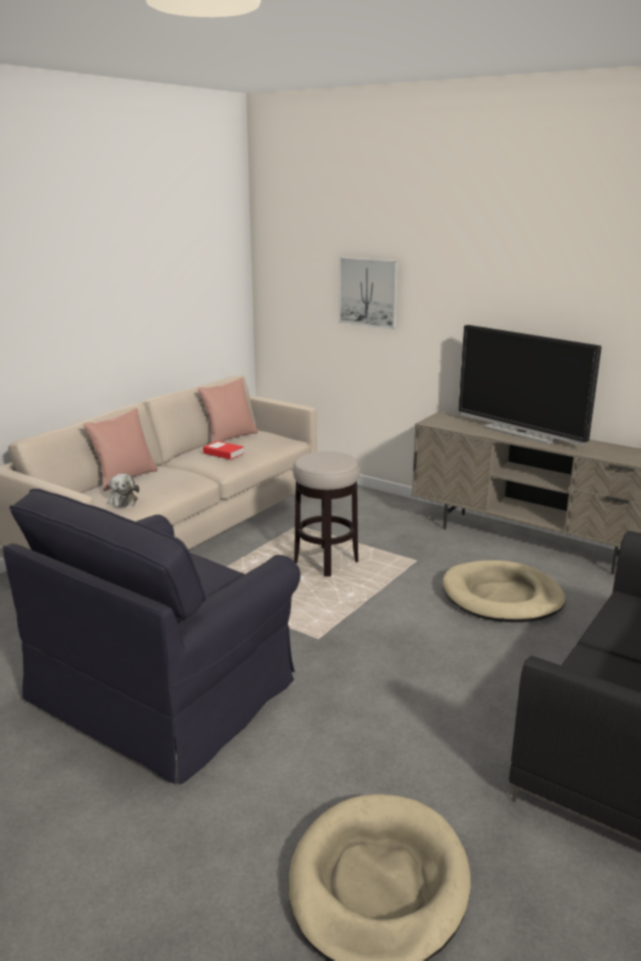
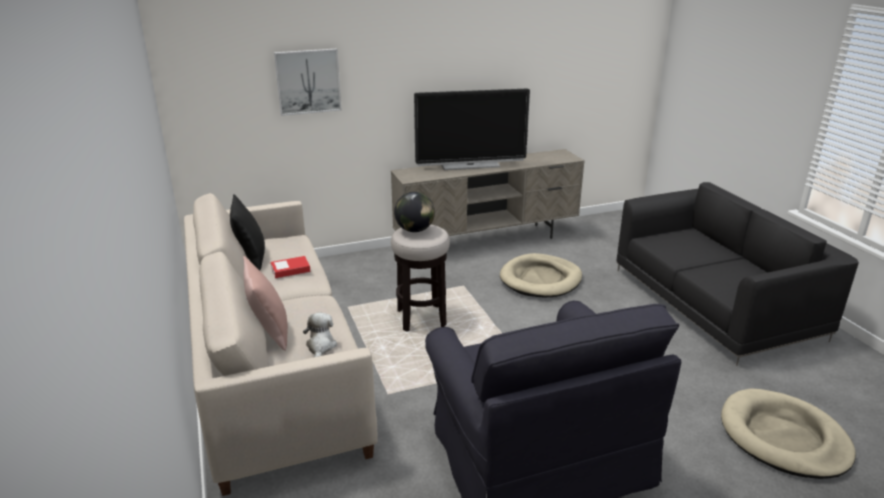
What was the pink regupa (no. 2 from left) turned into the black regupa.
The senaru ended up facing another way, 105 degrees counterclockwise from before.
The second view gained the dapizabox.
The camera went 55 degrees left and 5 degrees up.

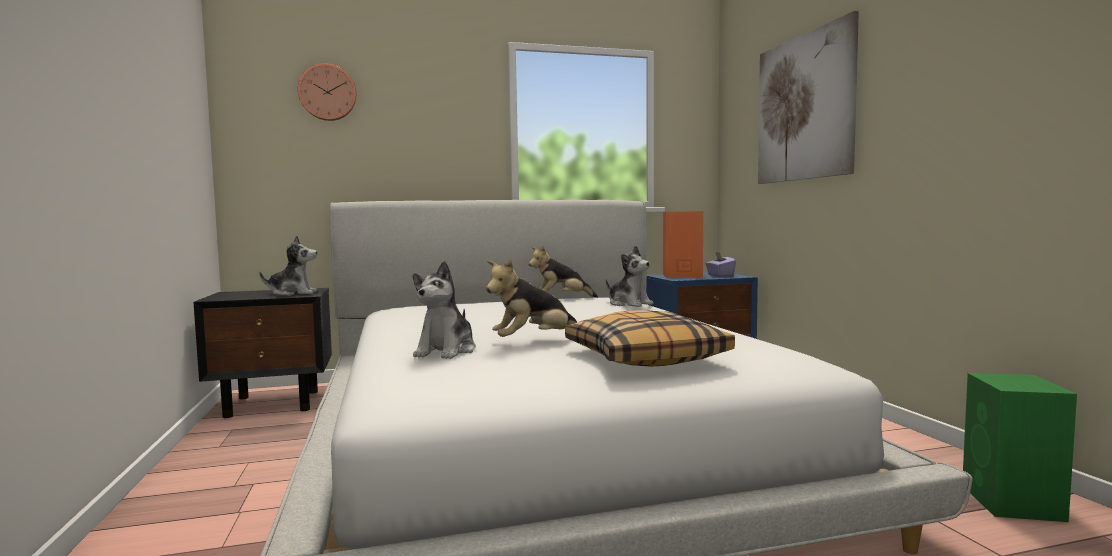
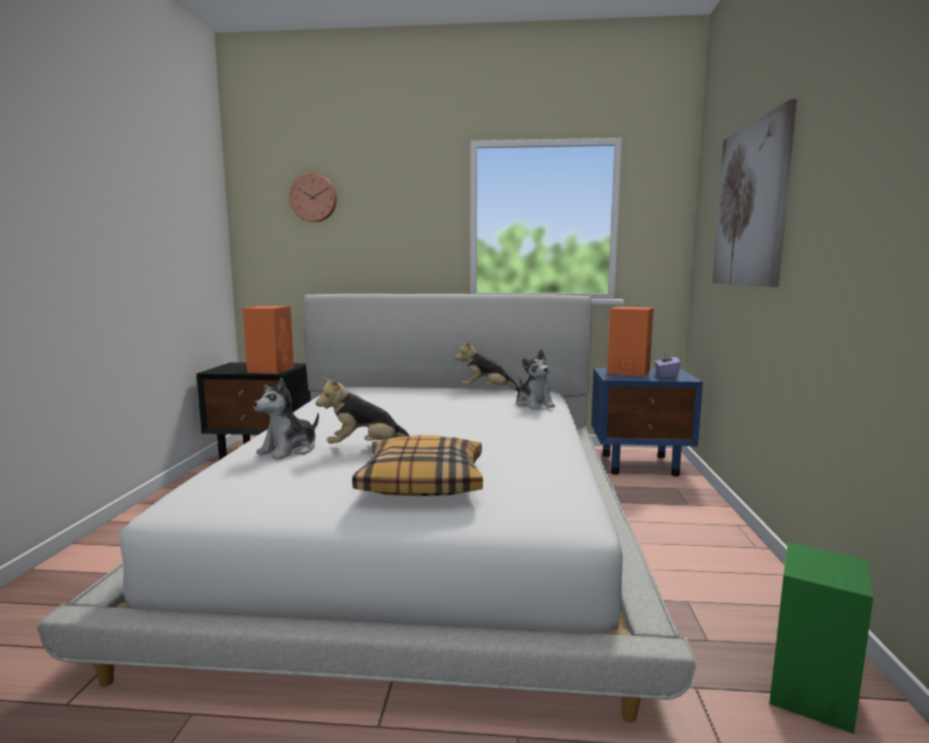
Where the senaru (no. 1 from left) stood, the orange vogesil (no. 1 from left) came to stand.
The camera went 20 degrees right and 5 degrees up.

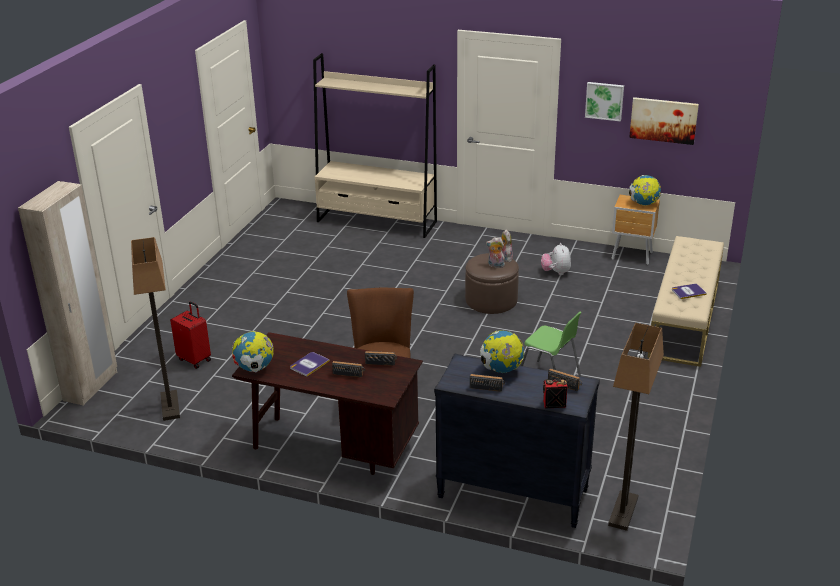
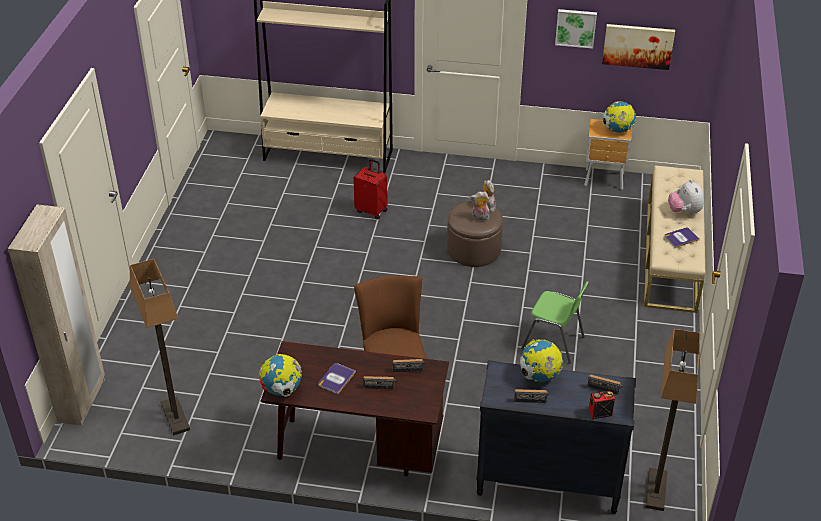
The senaru (no. 3 from left) ended up elsewhere.
The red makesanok ended up elsewhere.
The camera went 10 degrees left and 10 degrees up.

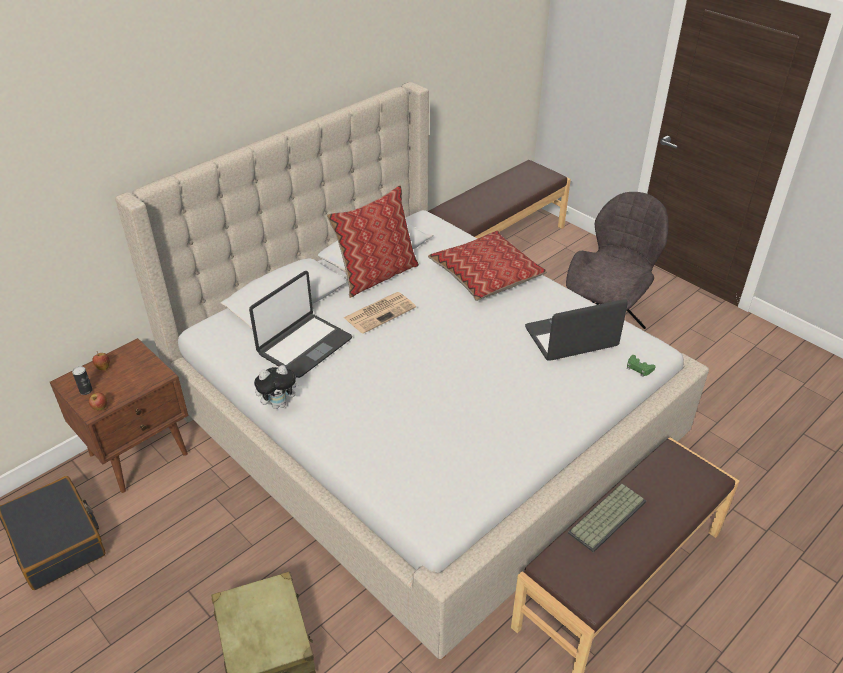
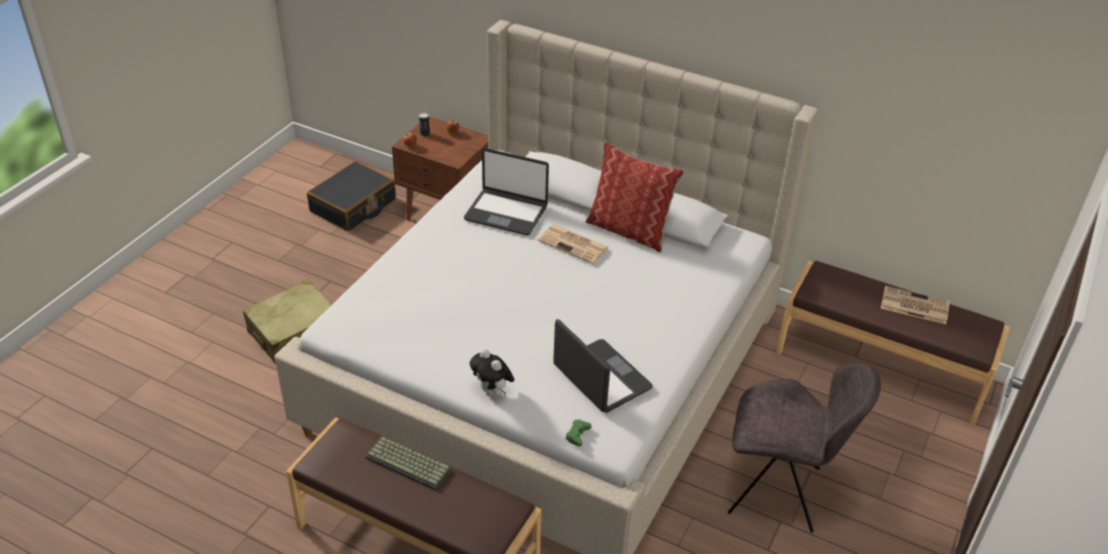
The second view lost the regupa (no. 2 from left).
The senaru ended up elsewhere.
The second view gained the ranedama (no. 2 from left).
The camera went 70 degrees right and 0 degrees up.

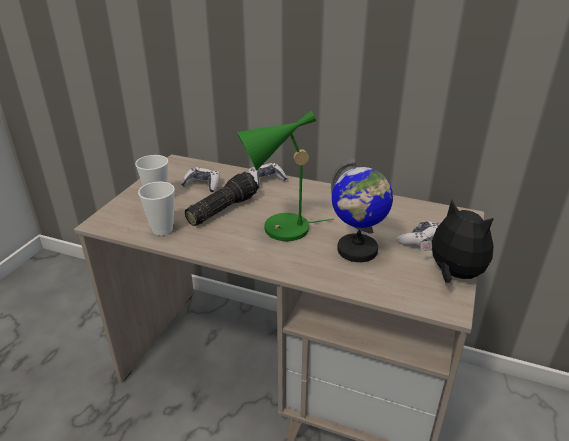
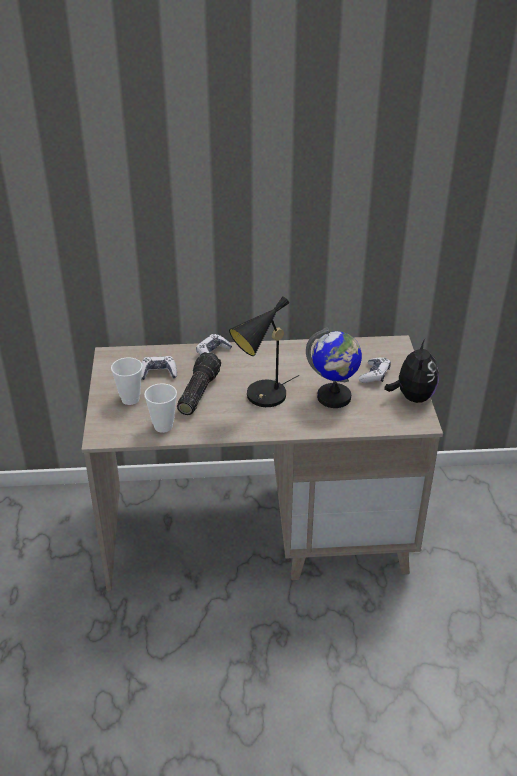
What was the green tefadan turned into the black tefadan.
The senaru ended up facing another way, 75 degrees clockwise from before.
The camera went 25 degrees left and 5 degrees up.

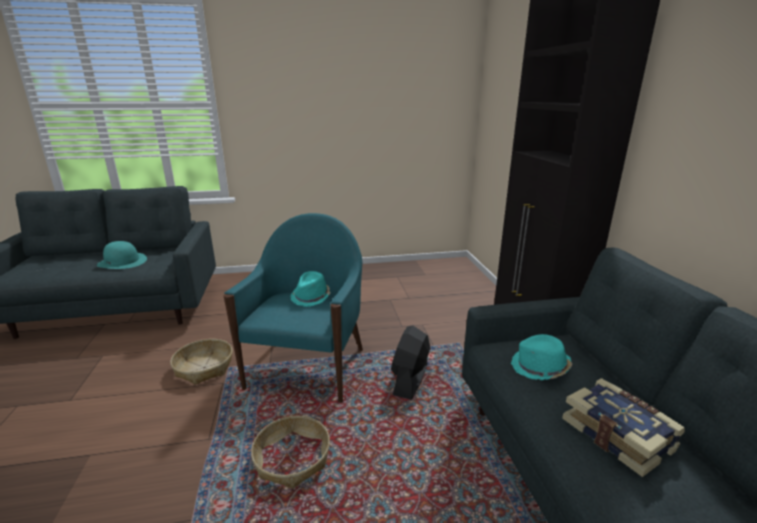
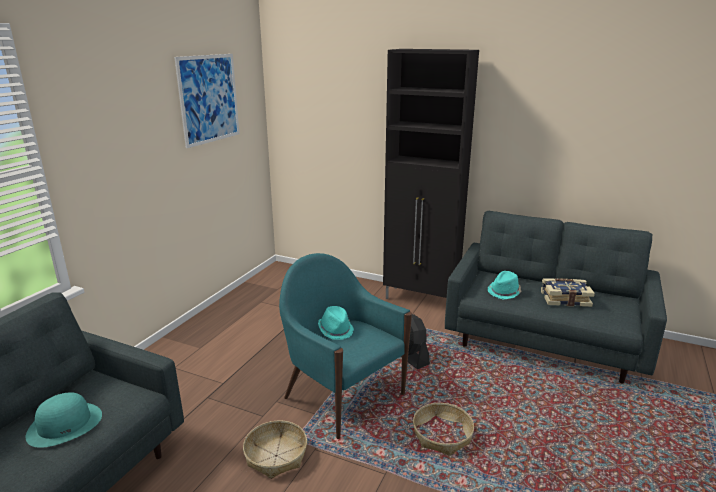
The second view gained the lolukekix.
The camera went 55 degrees left and 0 degrees up.

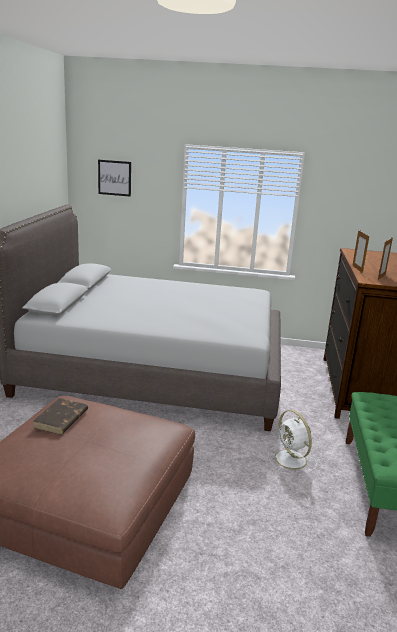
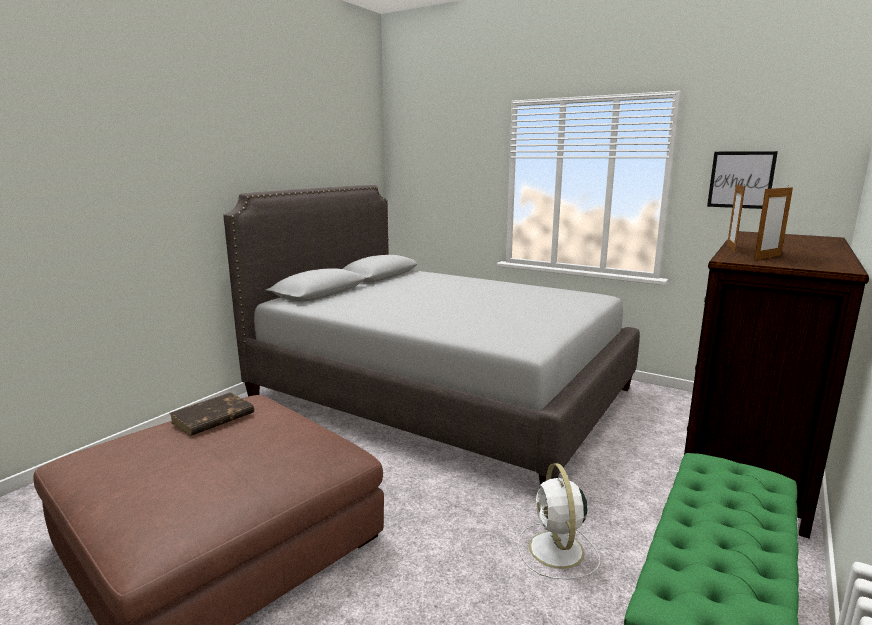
The lolukekix ended up elsewhere.
The camera went 25 degrees right and 5 degrees down.

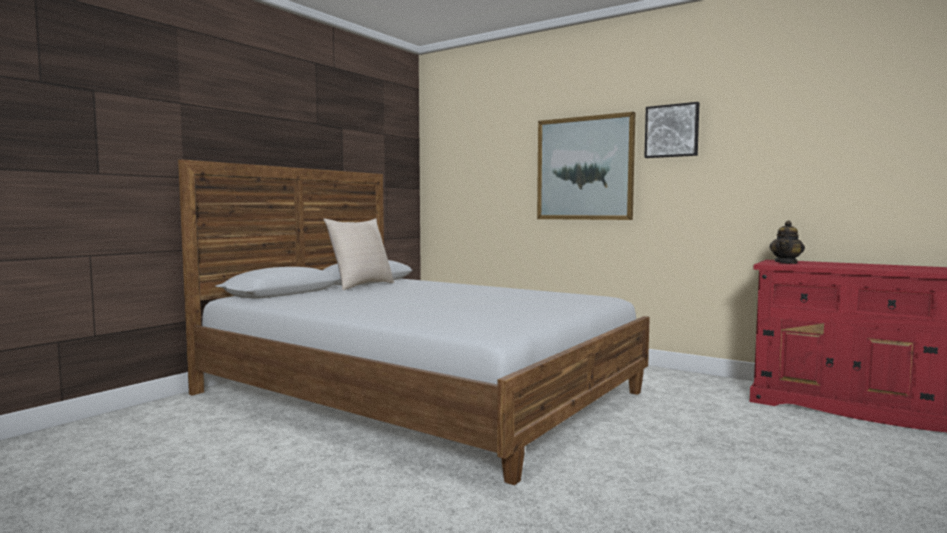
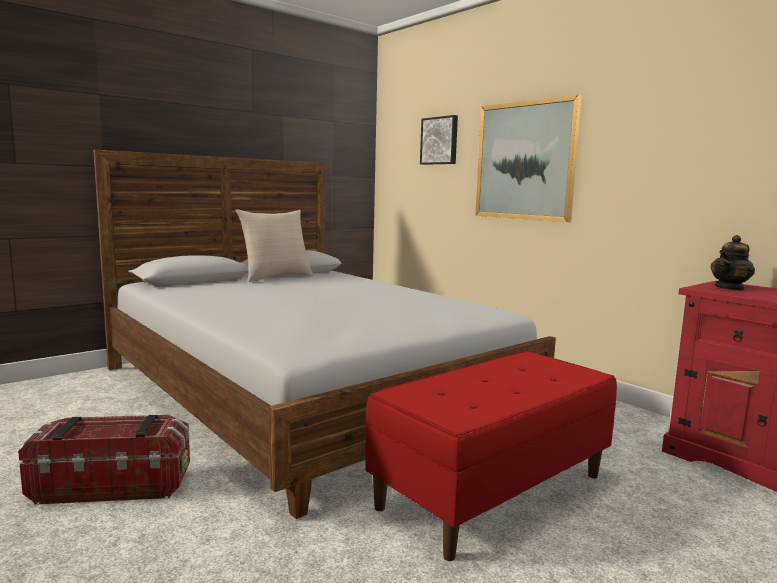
The lolukekix (no. 2 from left in the first image) ended up elsewhere.
The second view gained the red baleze.
The second view gained the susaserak.
The camera went 15 degrees right and 5 degrees up.

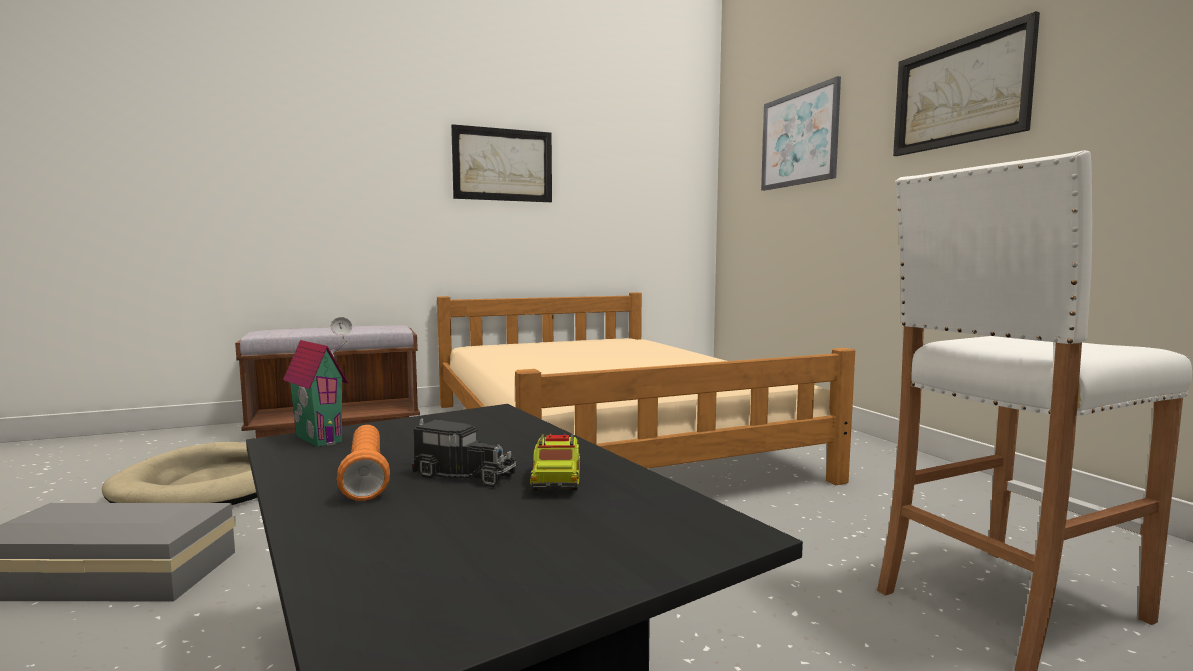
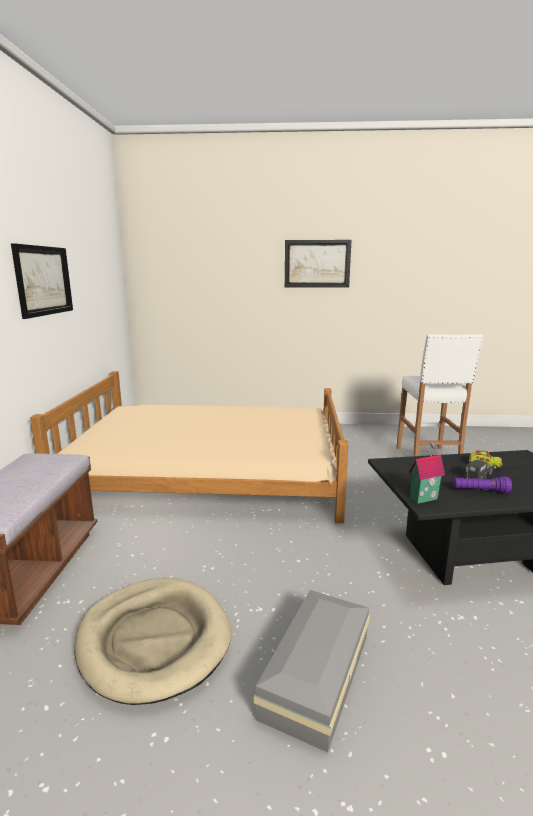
The second view lost the lolukekix (no. 2 from left).
What was the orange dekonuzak turned into the purple dekonuzak.
The camera went 65 degrees left and 10 degrees up.

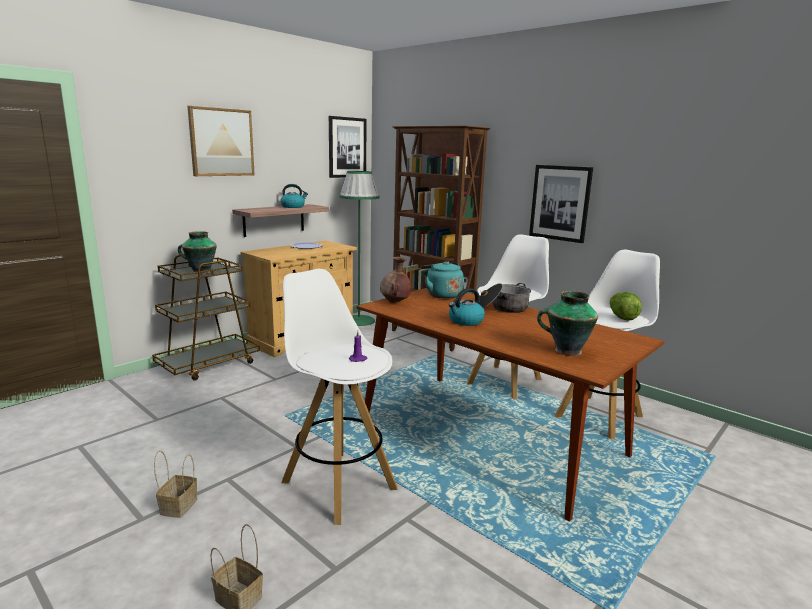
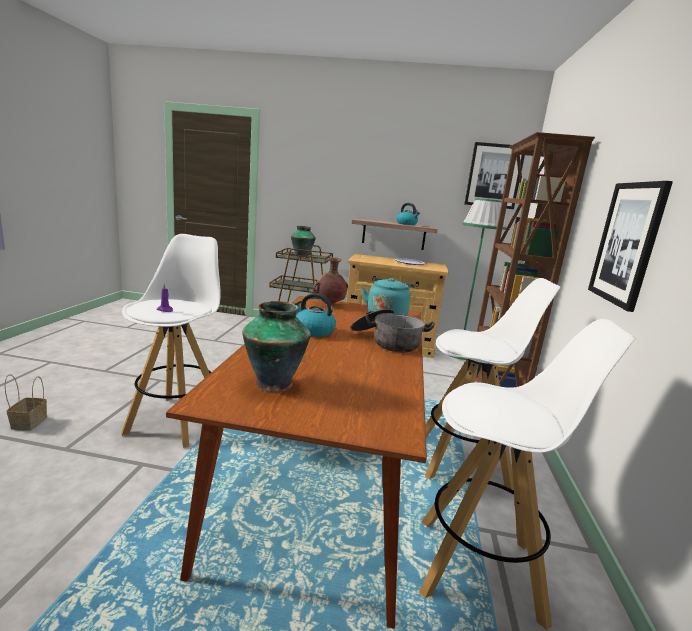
The second view lost the lolukekix (no. 1 from left).
The second view lost the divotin.
The second view lost the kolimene (no. 1 from left).
The camera went 55 degrees right and 0 degrees up.

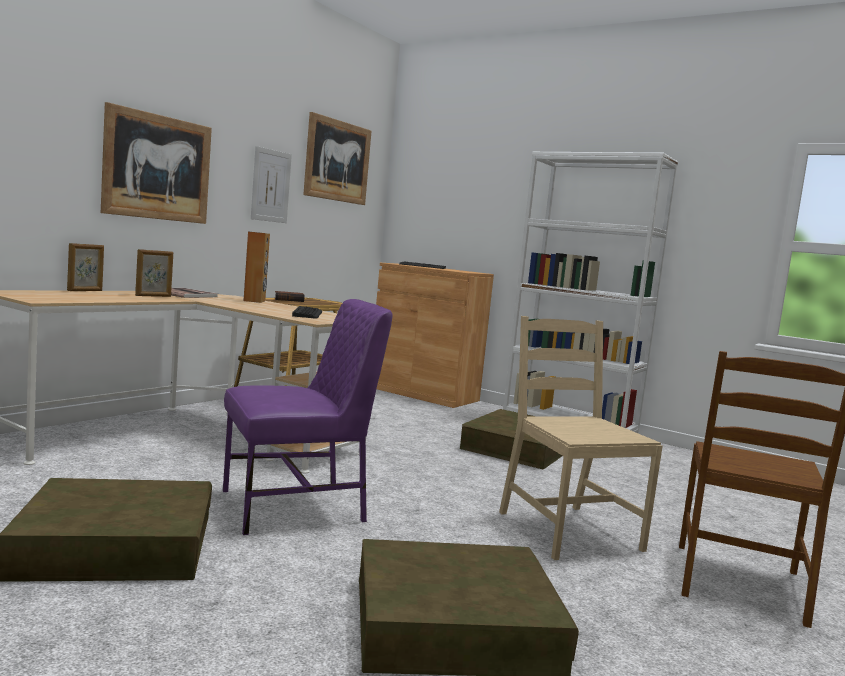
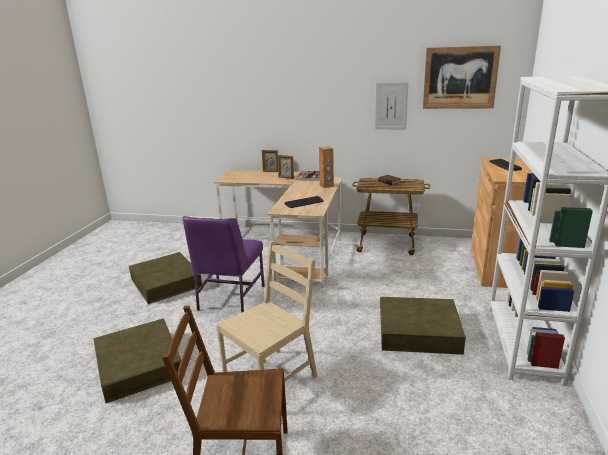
The second view lost the lolukekix (no. 1 from left).
The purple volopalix ended up facing another way, 60 degrees clockwise from before.
The camera went 70 degrees right and 15 degrees up.

